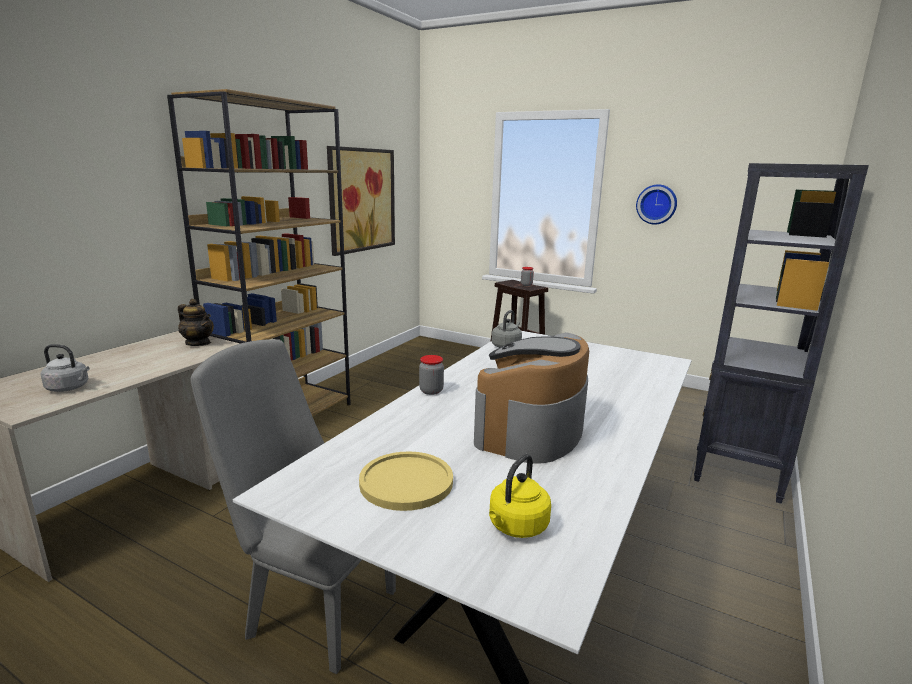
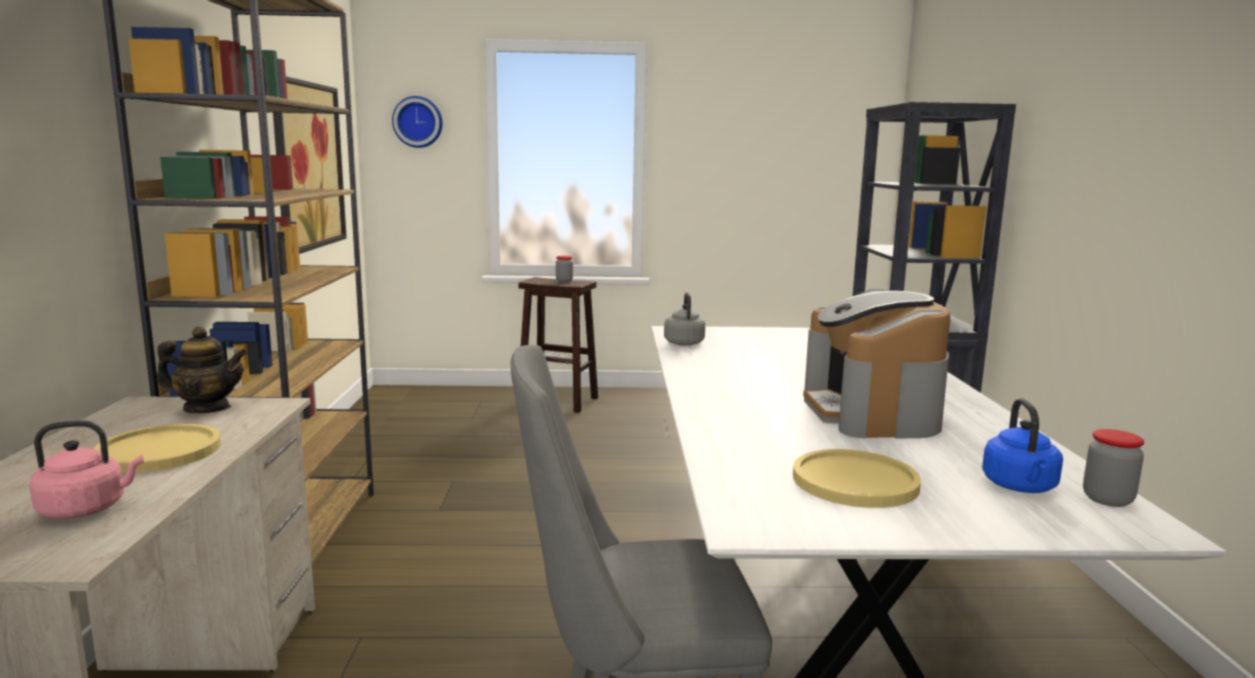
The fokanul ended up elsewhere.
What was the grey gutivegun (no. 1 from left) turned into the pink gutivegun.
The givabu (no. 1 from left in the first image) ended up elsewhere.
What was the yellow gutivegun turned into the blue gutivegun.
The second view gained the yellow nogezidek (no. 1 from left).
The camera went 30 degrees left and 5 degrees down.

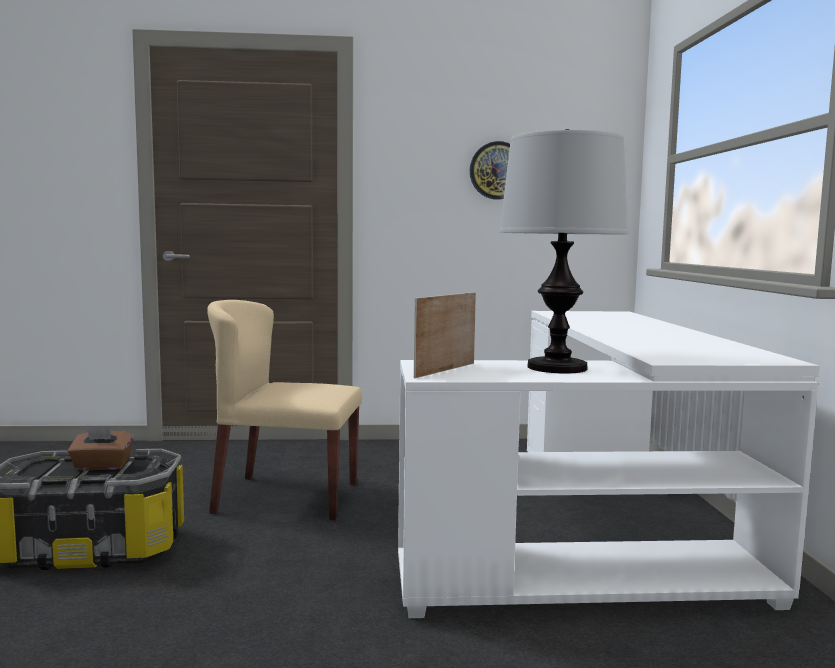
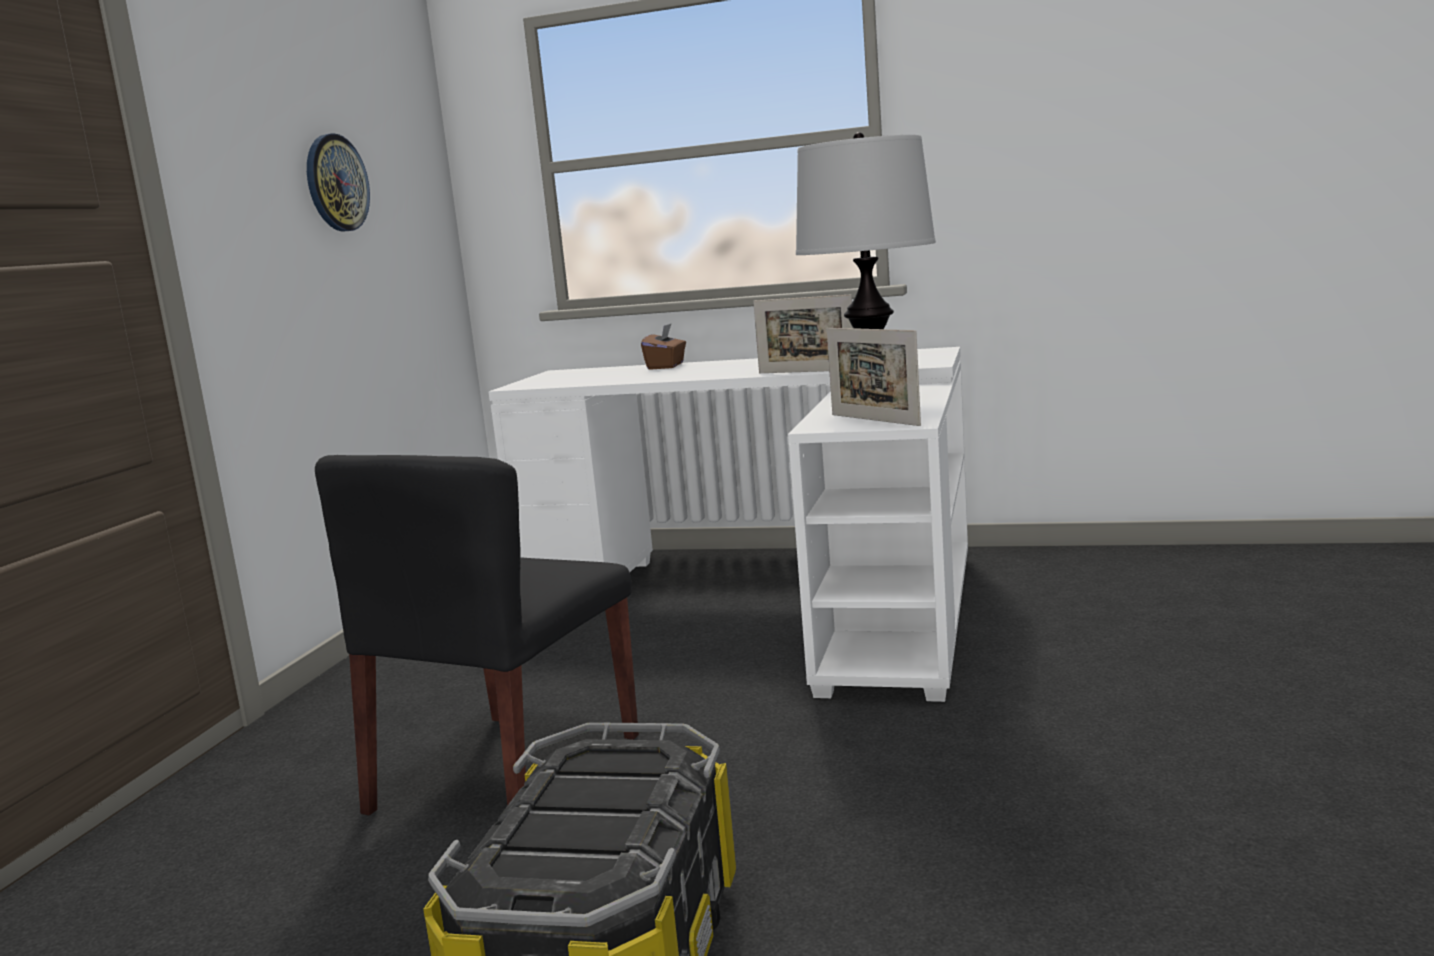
What was the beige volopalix turned into the black volopalix.
The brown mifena ended up elsewhere.
The second view gained the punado (no. 1 from left).
The camera went 70 degrees left and 5 degrees up.

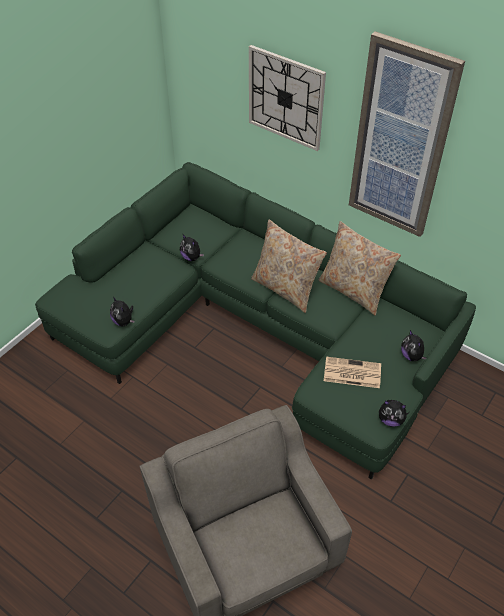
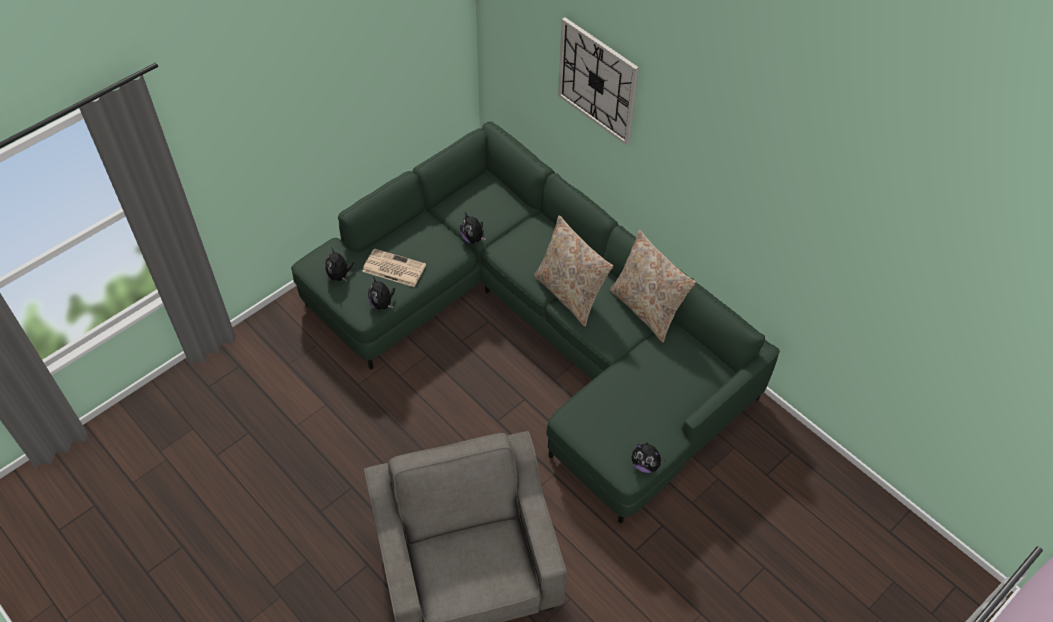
The second view lost the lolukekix.
The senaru (no. 4 from left in the first image) ended up elsewhere.
The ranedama ended up elsewhere.
The camera went 10 degrees right and 5 degrees up.

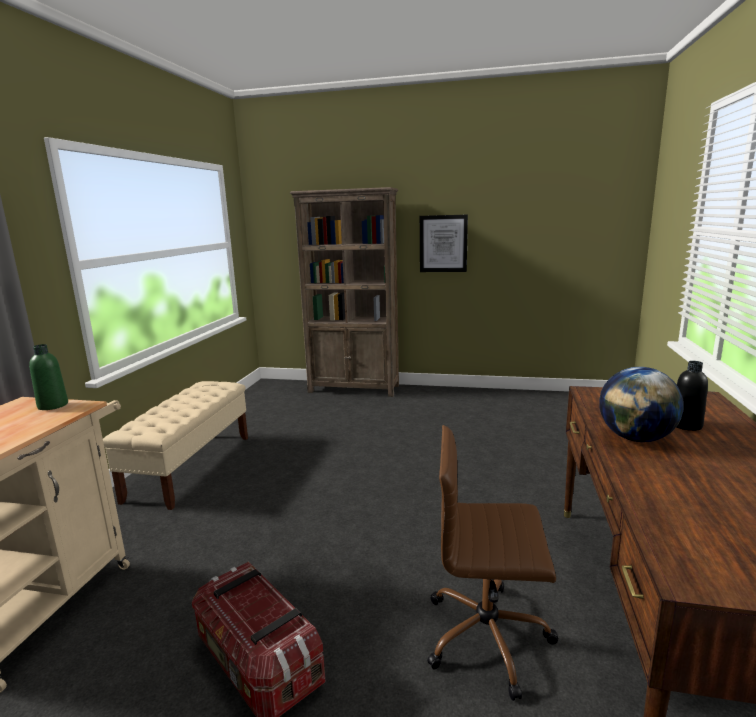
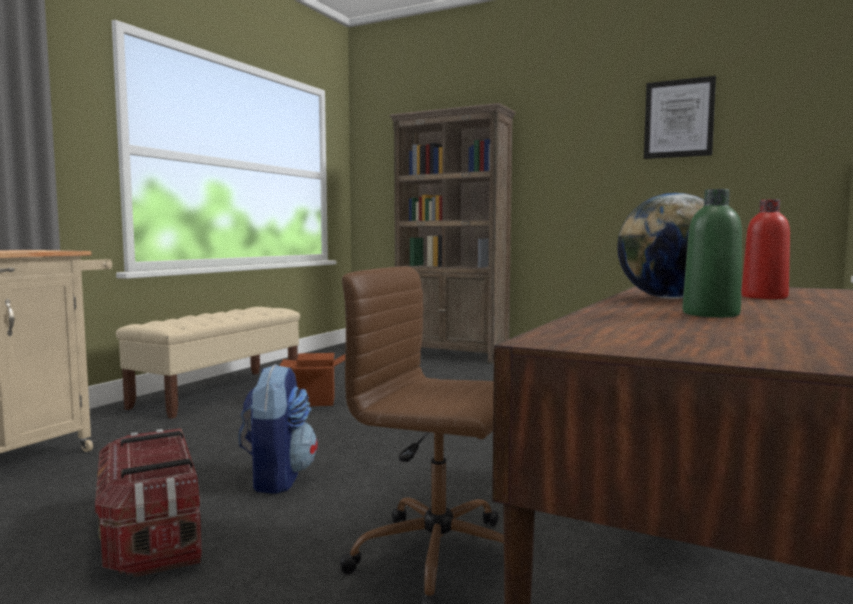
The lolukekix ended up elsewhere.
The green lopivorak ended up elsewhere.
What was the black lopivorak turned into the red lopivorak.
The second view gained the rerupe.
The second view gained the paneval.
The camera went 15 degrees right and 10 degrees down.

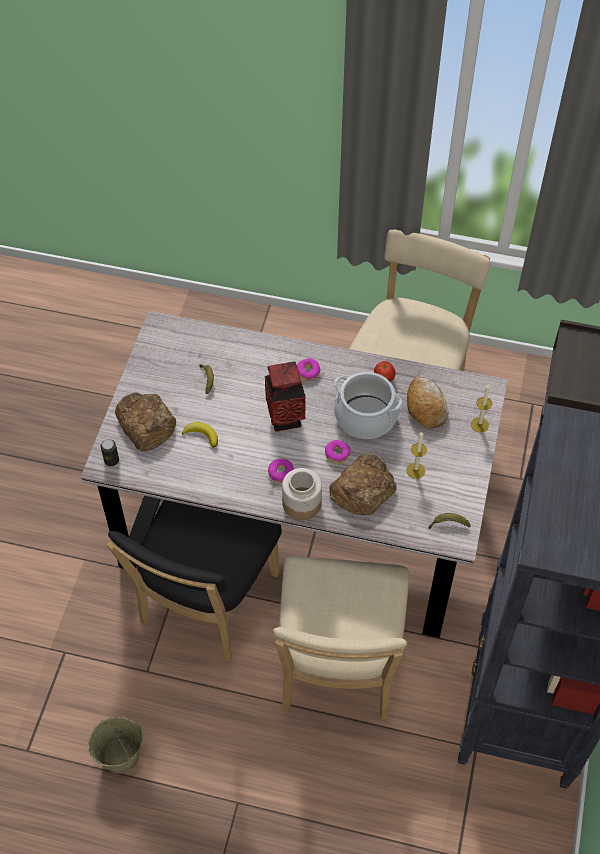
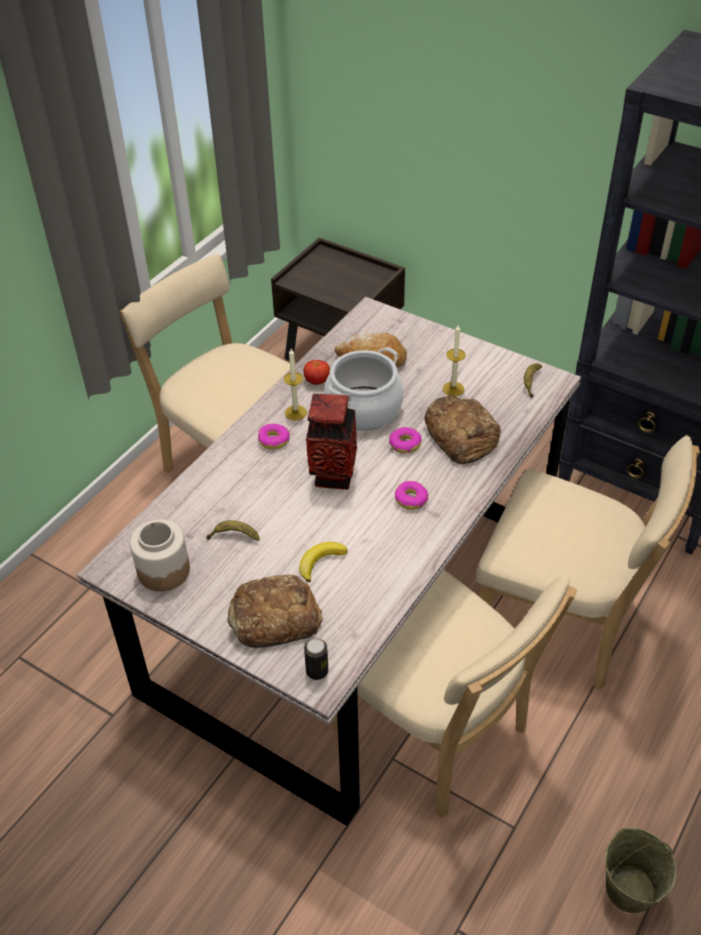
The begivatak (no. 2 from left in the first image) ended up elsewhere.
The givabu ended up elsewhere.
What was the black volopalix turned into the beige volopalix (no. 2 from left).
The camera went 70 degrees left and 10 degrees down.

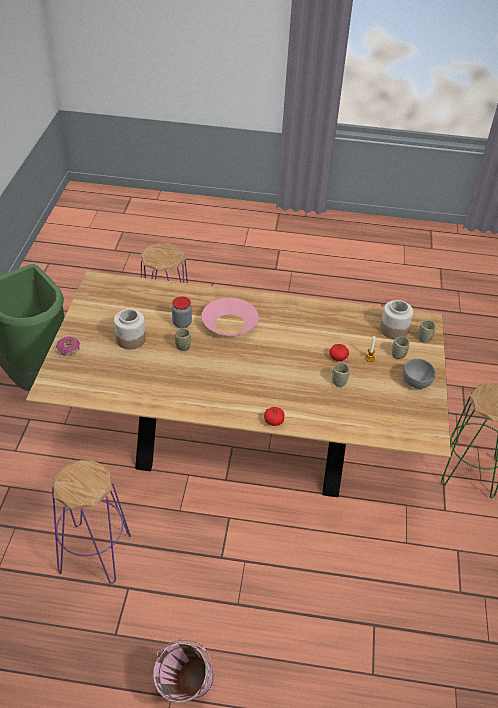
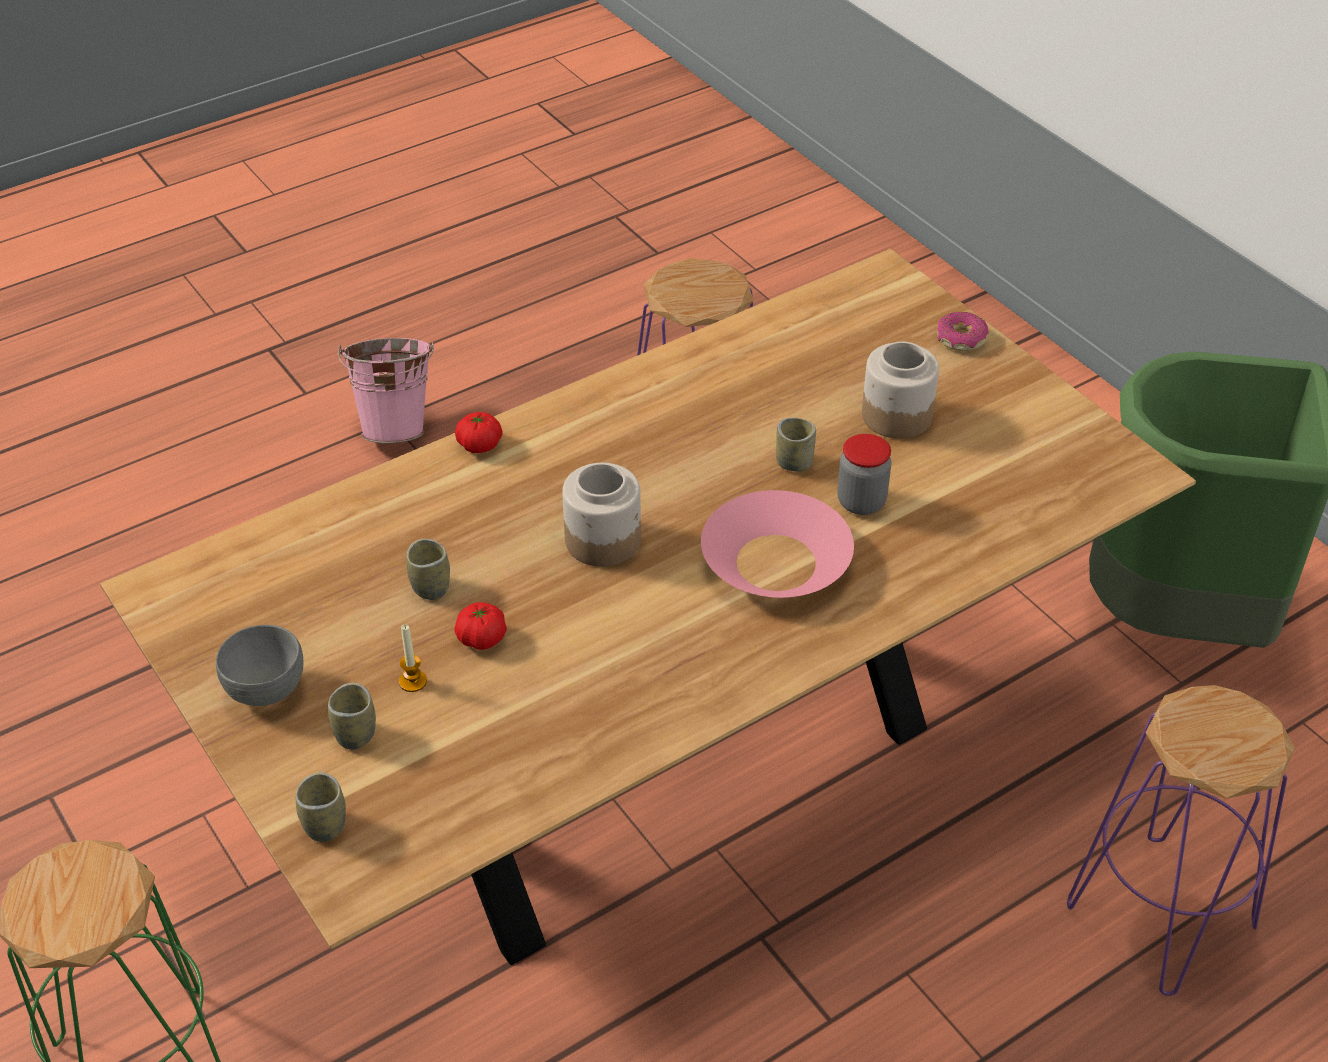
The givabu (no. 3 from left in the first image) ended up elsewhere.
The camera went 140 degrees right and 0 degrees up.

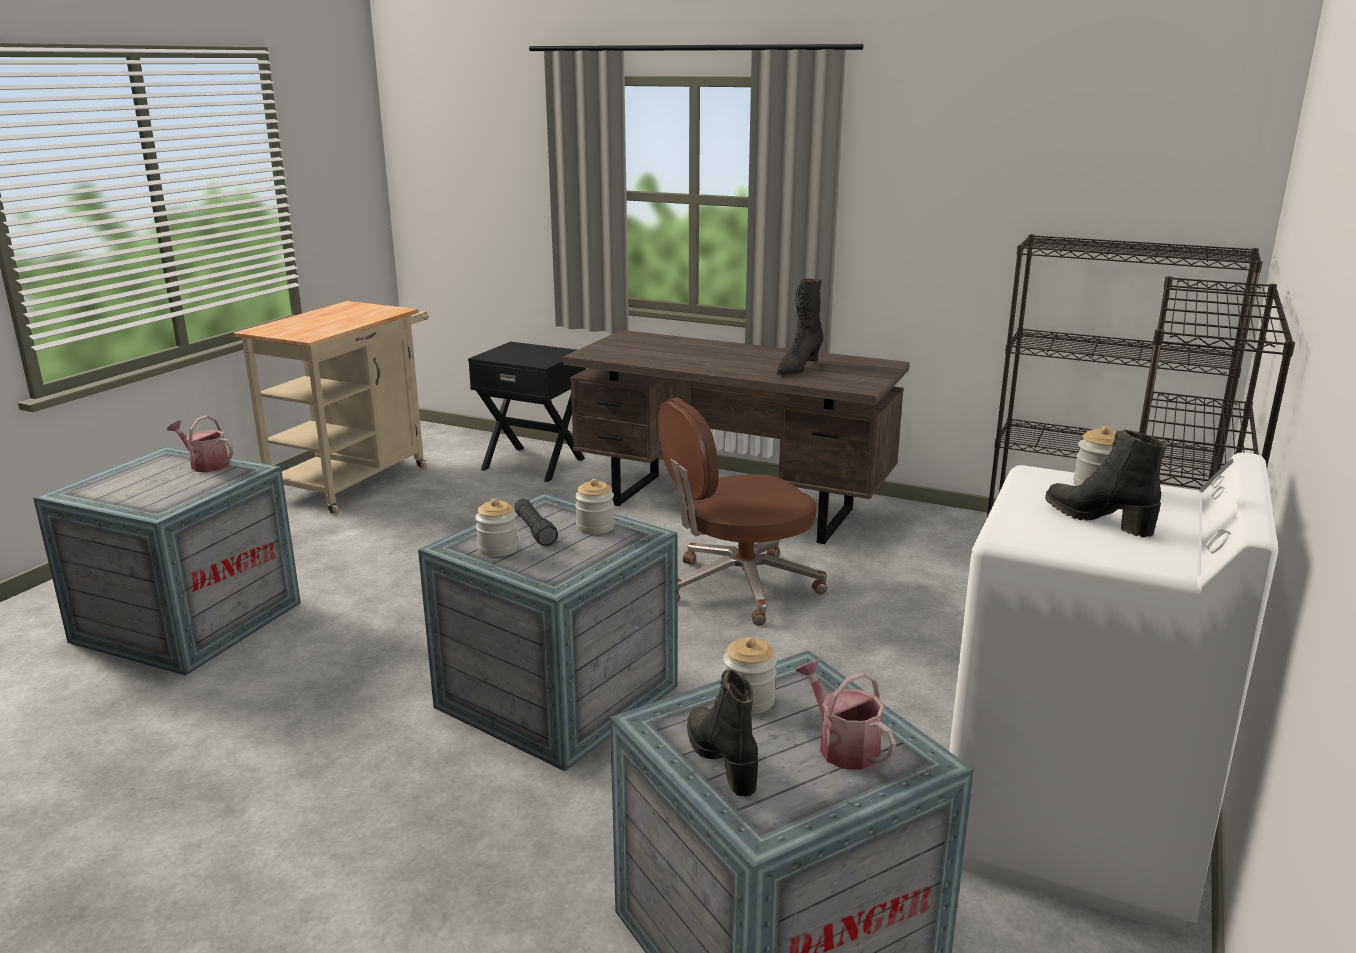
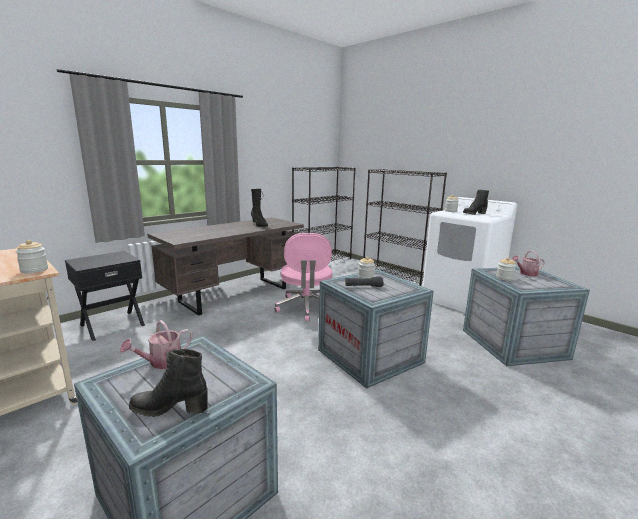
What was the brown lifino turned into the pink lifino.
The givabu (no. 1 from left) ended up elsewhere.
The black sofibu (no. 1 from left) ended up elsewhere.
The camera went 70 degrees left and 5 degrees down.

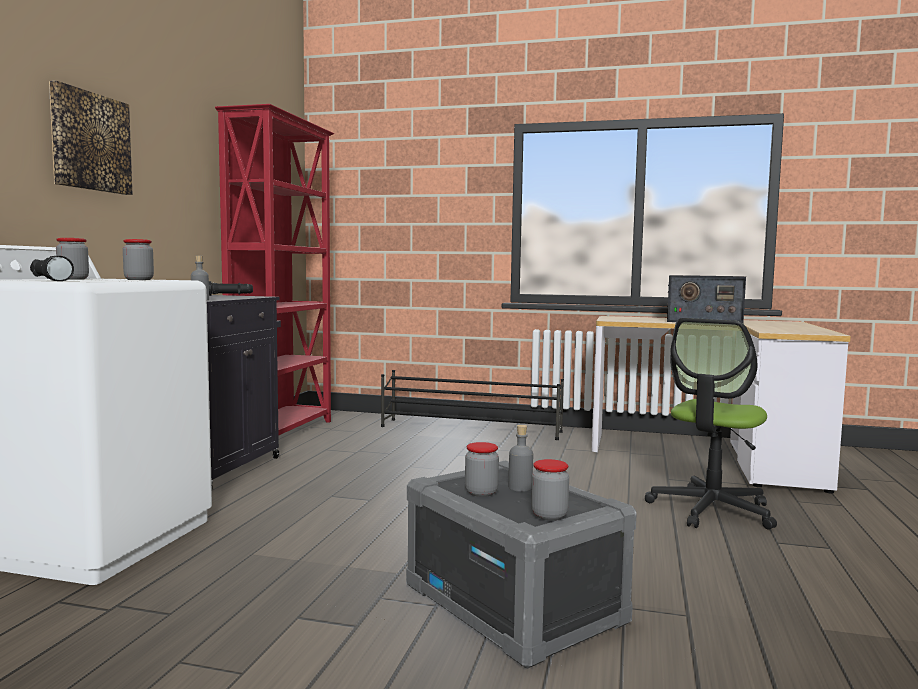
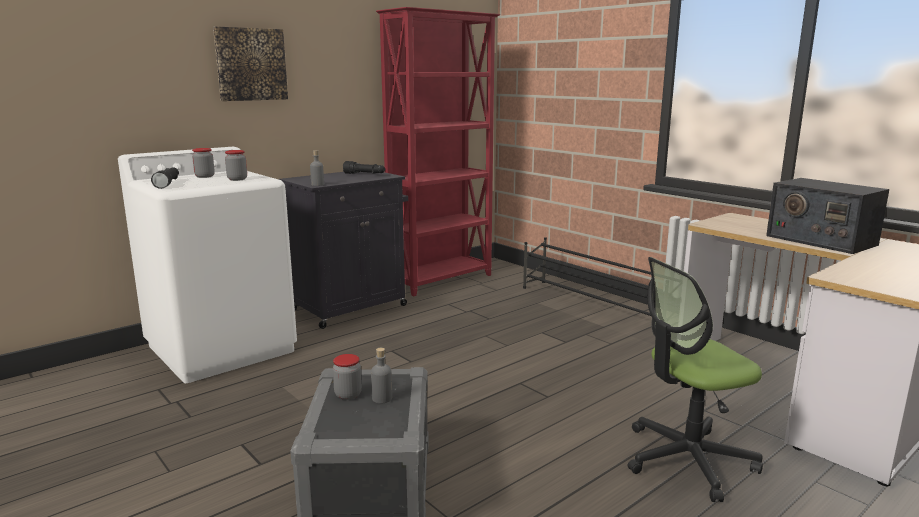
The second view lost the givabu (no. 4 from left).
The camera went 35 degrees right and 10 degrees up.

